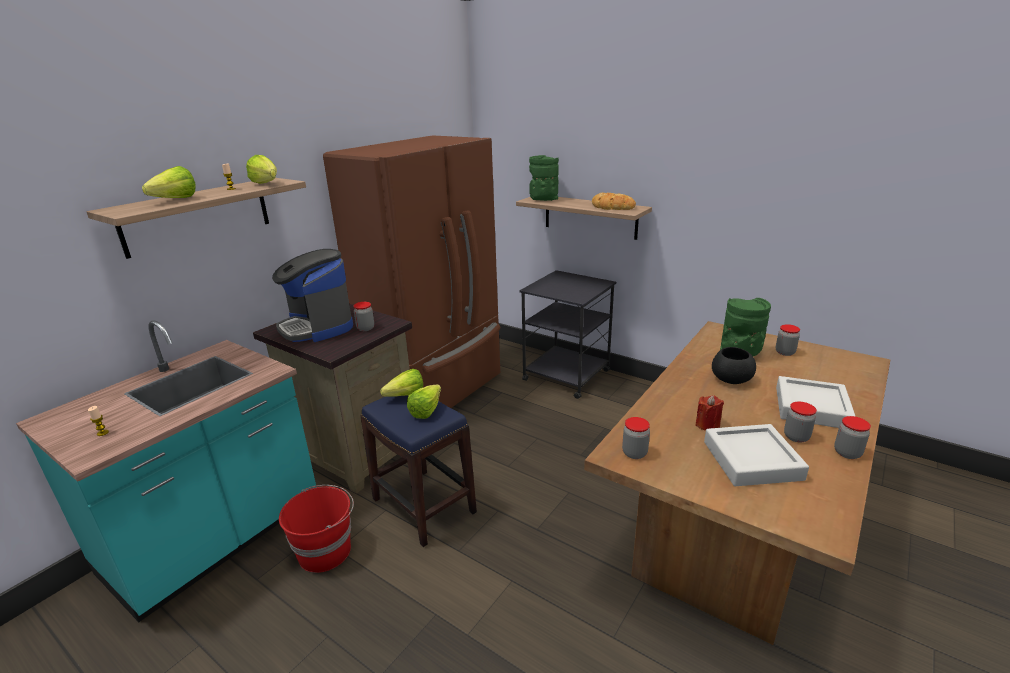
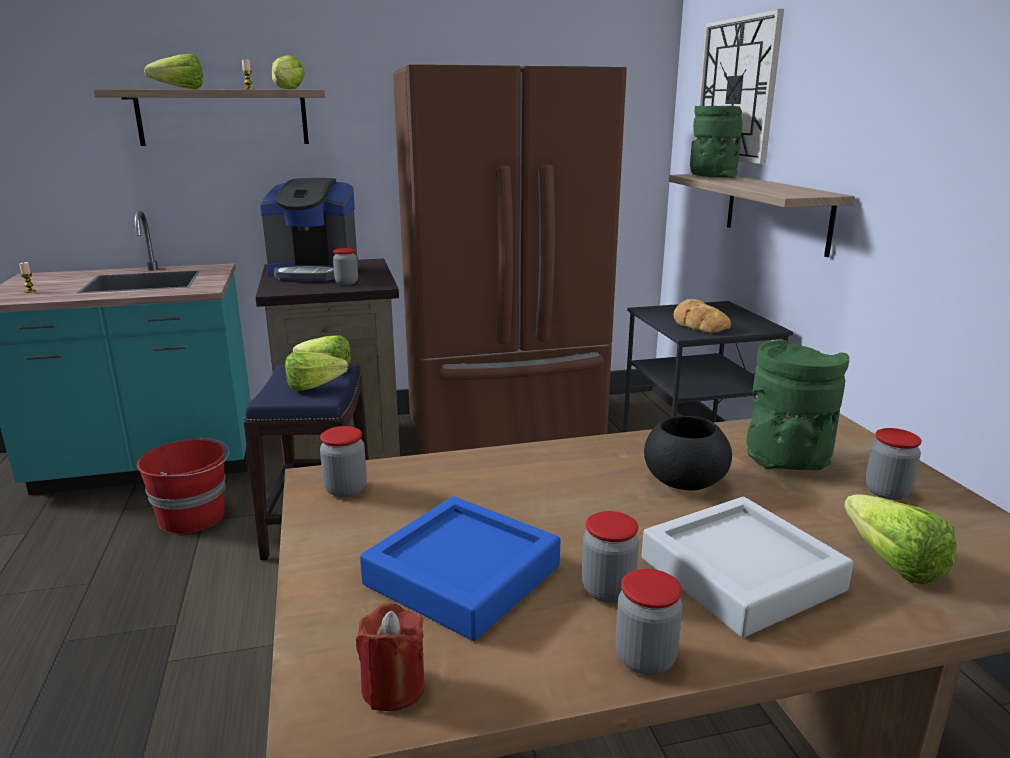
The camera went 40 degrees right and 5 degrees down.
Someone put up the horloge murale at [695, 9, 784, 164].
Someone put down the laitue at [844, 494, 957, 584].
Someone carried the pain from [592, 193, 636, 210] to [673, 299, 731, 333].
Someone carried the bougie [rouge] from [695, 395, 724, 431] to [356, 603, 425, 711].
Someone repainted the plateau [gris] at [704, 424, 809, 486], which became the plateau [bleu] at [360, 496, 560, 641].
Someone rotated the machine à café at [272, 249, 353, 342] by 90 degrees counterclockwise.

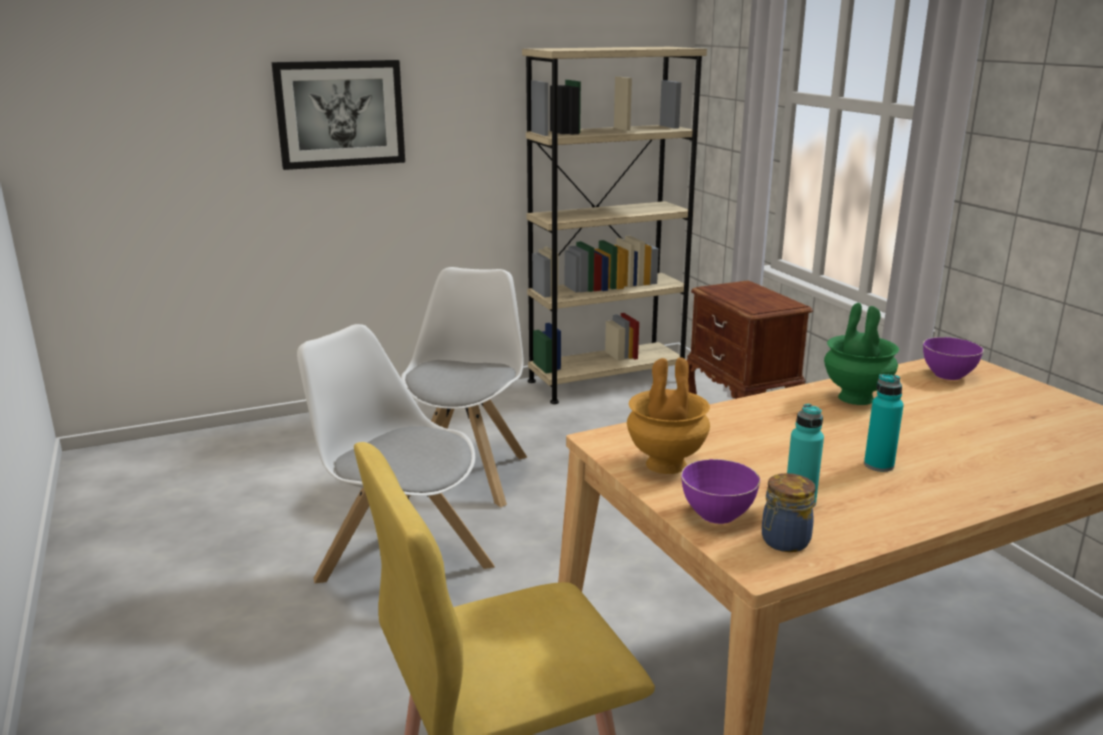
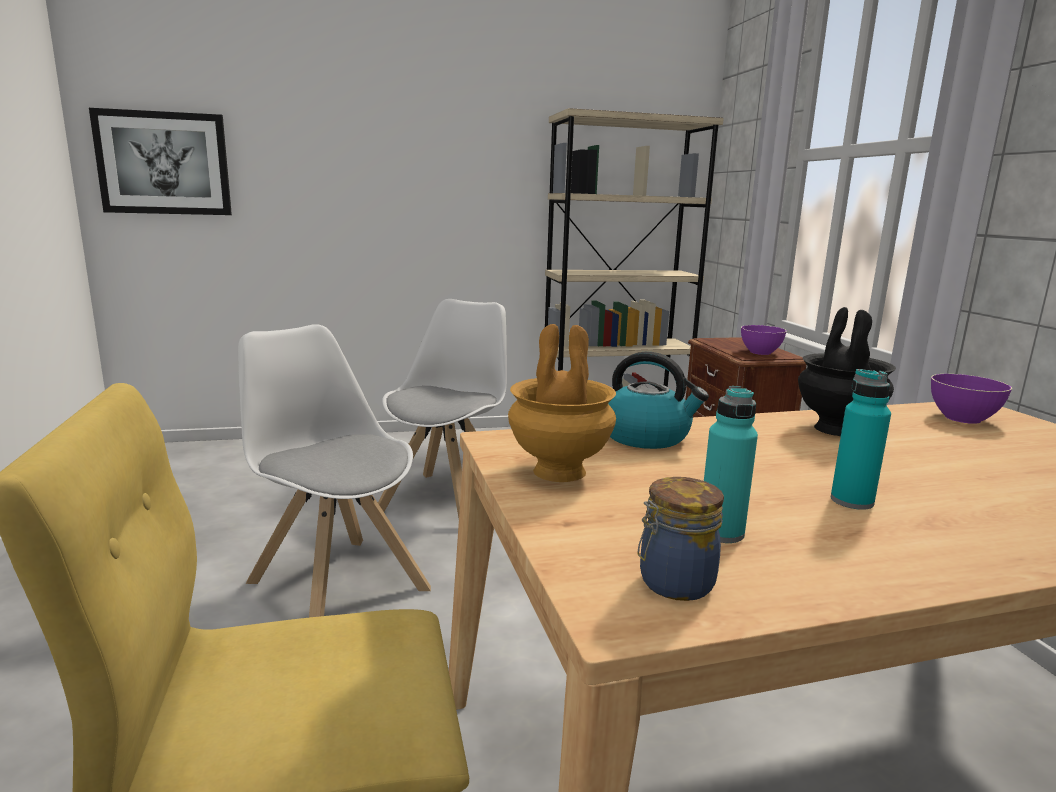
The camera went 10 degrees right and 5 degrees down.
Someone put down the bouilloire at [608, 352, 709, 449].
Someone carried the tableau from [271, 60, 405, 170] to [89, 108, 232, 215].
Someone carried the bol [violet] from [681, 459, 760, 524] to [741, 325, 787, 355].
Someone repainted the vase [vert] at [824, 303, 899, 405], which became the vase [noir] at [798, 307, 896, 436].

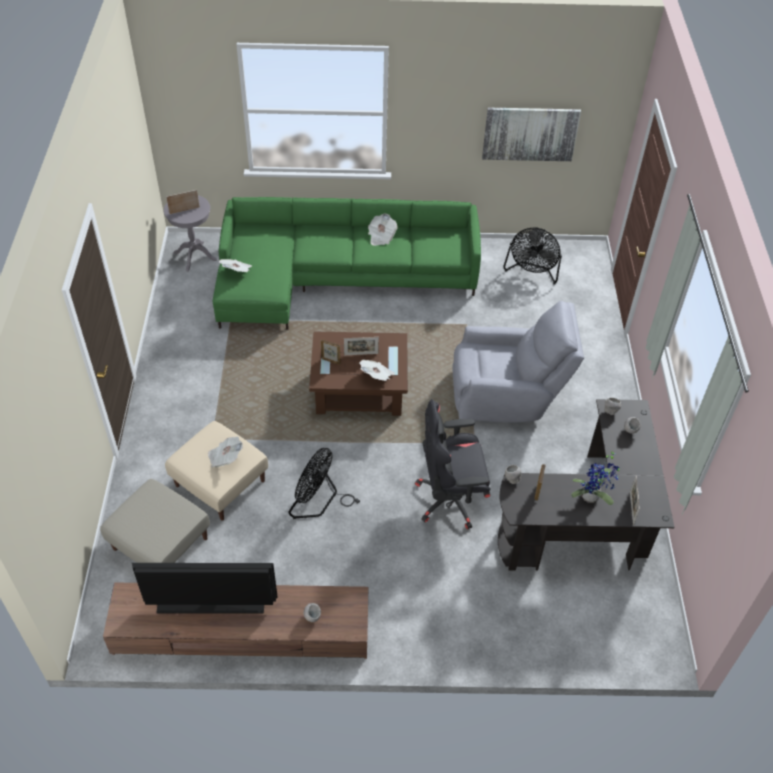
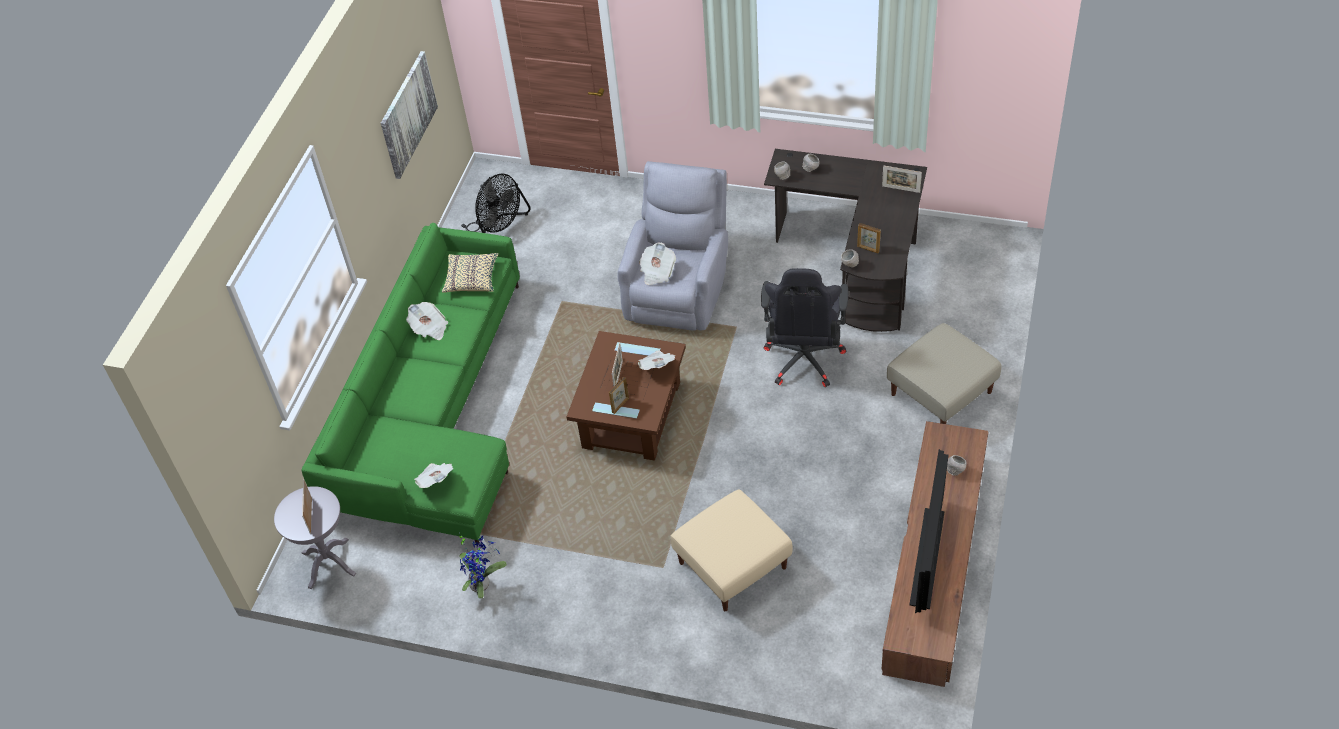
The camera went 70 degrees left and 0 degrees up.
Someone took away the ventilateur [noir] at [289, 448, 360, 519].
Someone put down the coussin [beige] at [442, 253, 498, 293].
Someone carried the pouf [beige] from [100, 479, 210, 563] to [887, 323, 1002, 424].
Someone carried the journal from [208, 437, 243, 468] to [639, 243, 676, 285].
Someone carried the plante en pot from [571, 450, 619, 505] to [459, 532, 507, 599].

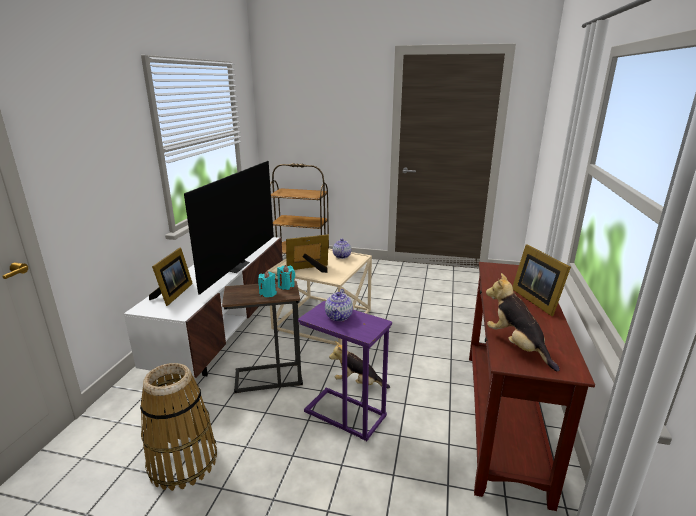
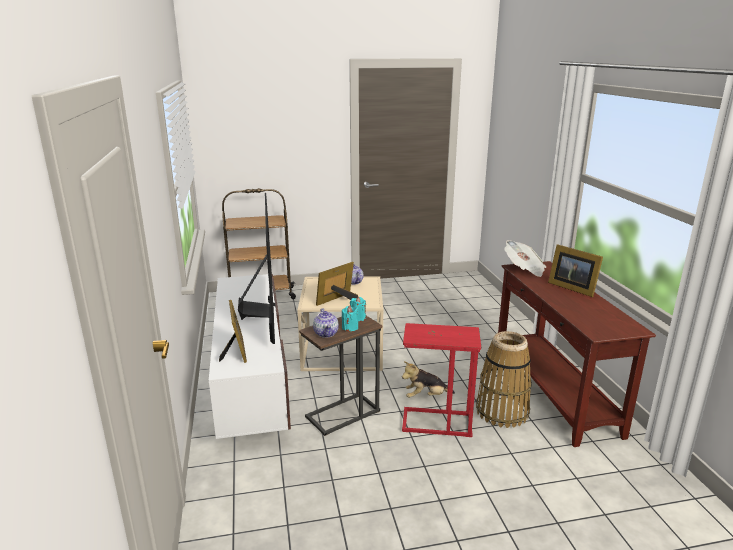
The camera went 25 degrees left and 0 degrees up.
Someone took away the peluche at [486, 273, 560, 372].
Someone put down the journal at [504, 240, 547, 277].
Someone carried the panier from [140, 363, 217, 491] to [476, 331, 532, 428].
Someone carried the théière from [325, 289, 353, 321] to [313, 309, 339, 338].
Someone repainted the table d'appoint [violet] at [298, 301, 392, 441], which became the table d'appoint [rouge] at [402, 323, 481, 437].

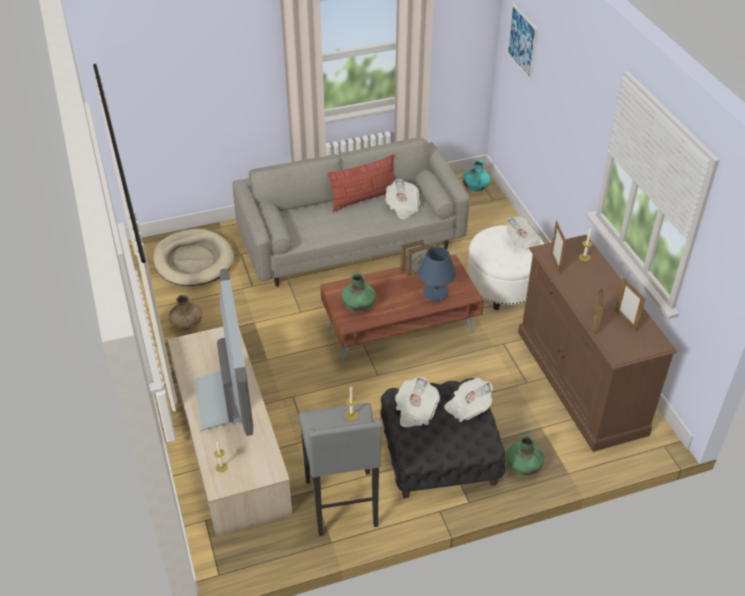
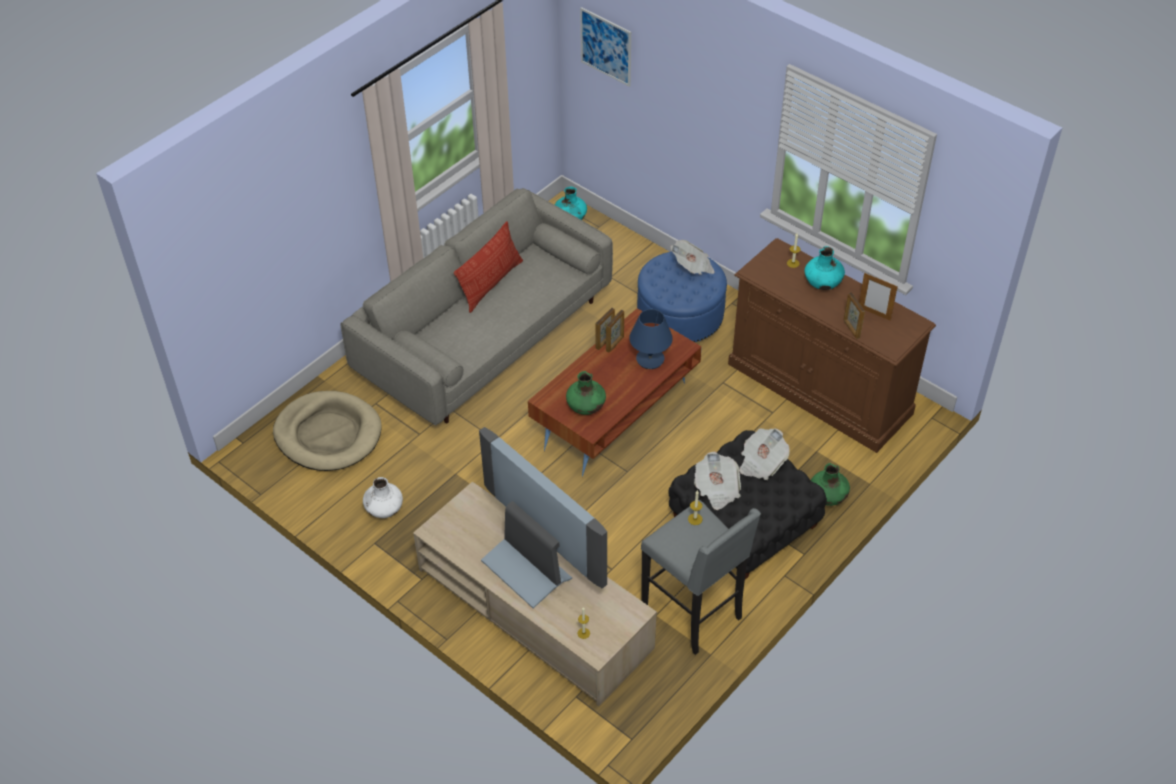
The camera went 30 degrees left and 5 degrees up.
Someone took away the journal at [385, 179, 420, 219].
Someone took away the cadre photo at [551, 220, 566, 274].
Someone put down the vase [turquoise] at [804, 246, 845, 290].
Someone repainted the vase [marron] at [169, 295, 202, 330], which became the vase [blanc] at [363, 477, 403, 518].
Someone repainted the pouf [blanc] at [467, 225, 544, 310], which became the pouf [bleu] at [637, 252, 727, 342].

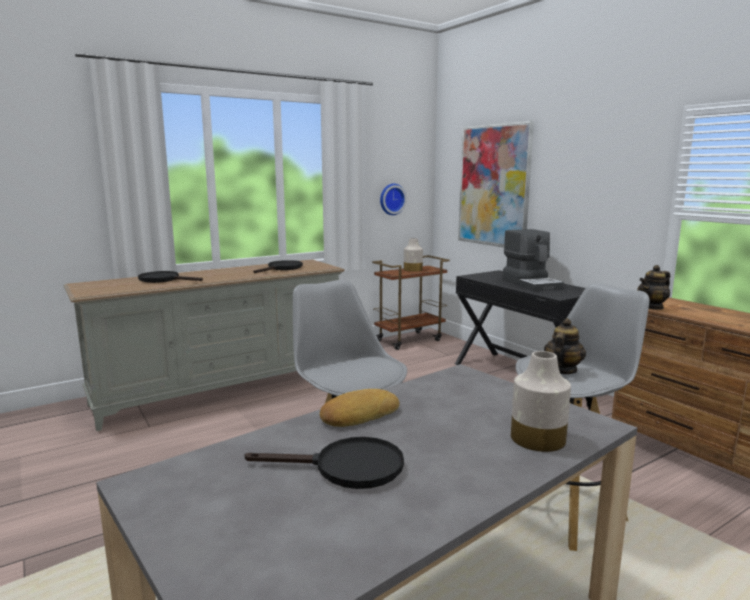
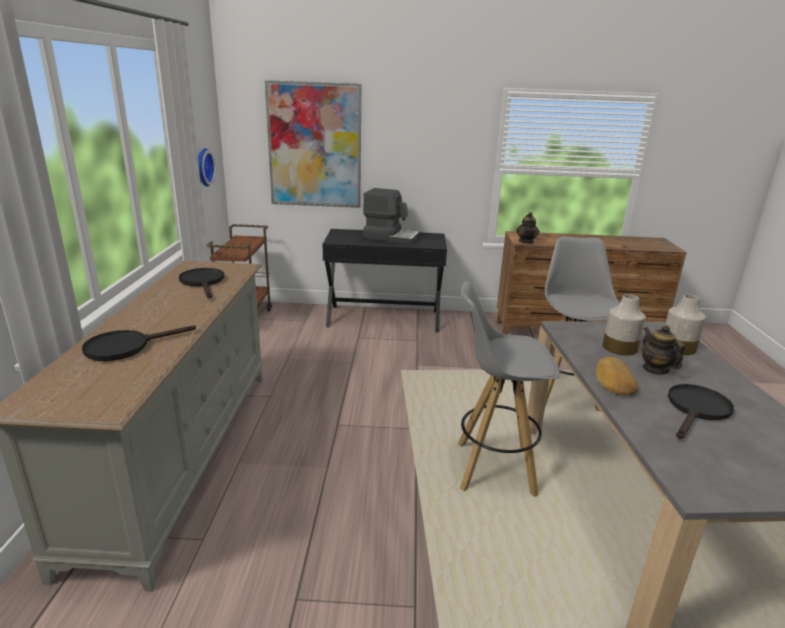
The camera went 55 degrees left and 10 degrees up.
Someone carried the vase [beige] from [404, 238, 423, 272] to [602, 294, 646, 355].
Someone carried the théière from [544, 318, 586, 374] to [642, 325, 685, 375].

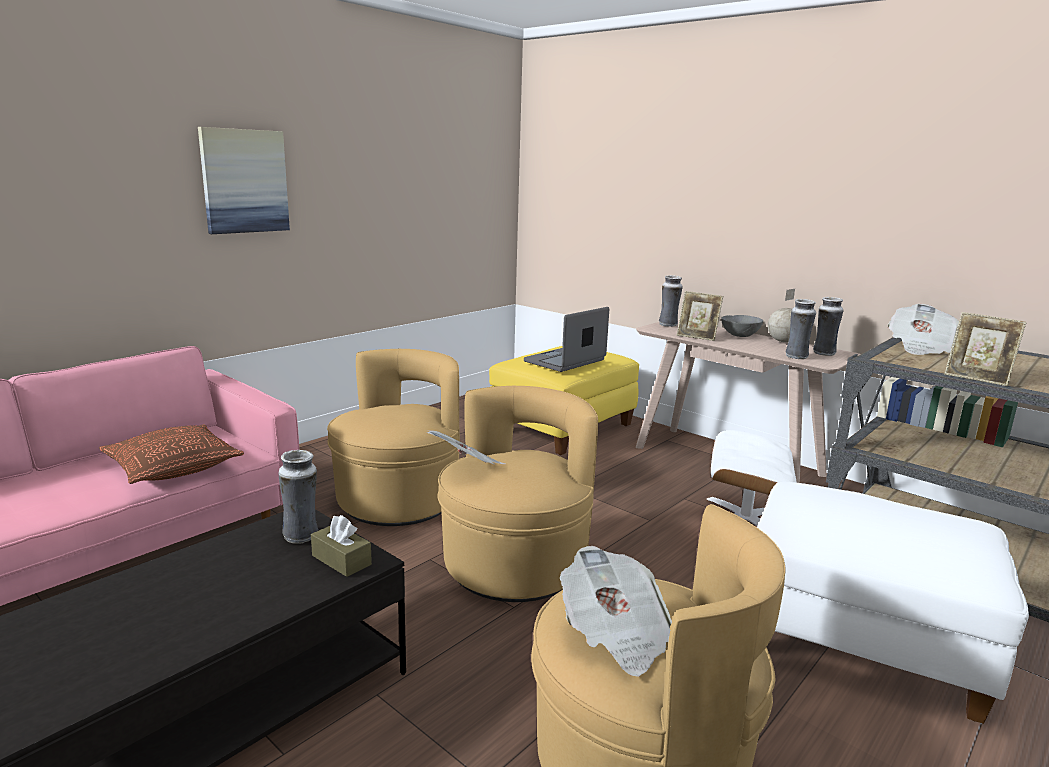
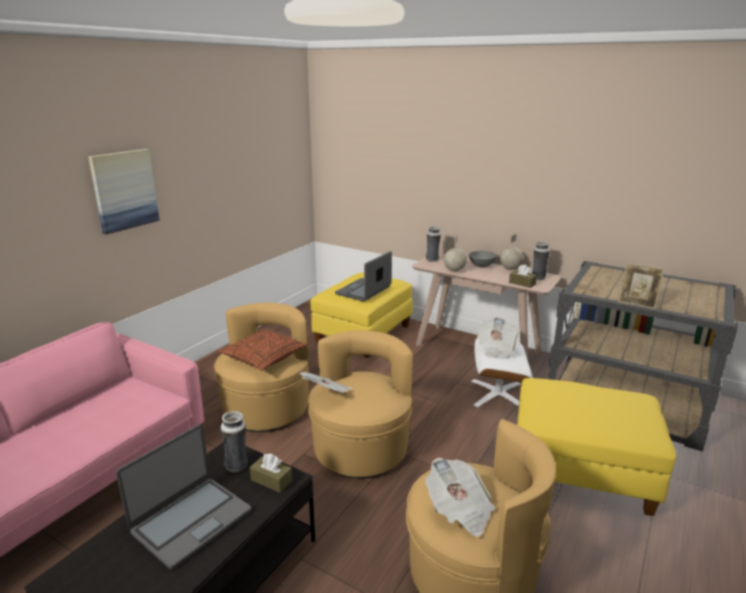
The camera went 10 degrees left and 5 degrees up.
Someone put down the ordinateur portable at [116, 424, 251, 570].
Someone carried the coussin [marron] from [99, 424, 244, 484] to [218, 328, 307, 371].
Someone carried the journal from [888, 304, 959, 355] to [476, 317, 519, 358].
Someone swapped the cadre photo at [676, 291, 723, 341] for the globe at [444, 235, 467, 271].
Someone swapped the vase at [785, 299, 816, 359] for the boîte à mouchoirs [marron] at [509, 265, 537, 288].
Someone repainted the pouf [blanc] at [757, 482, 1029, 724], which became the pouf [jaune] at [517, 378, 677, 516].

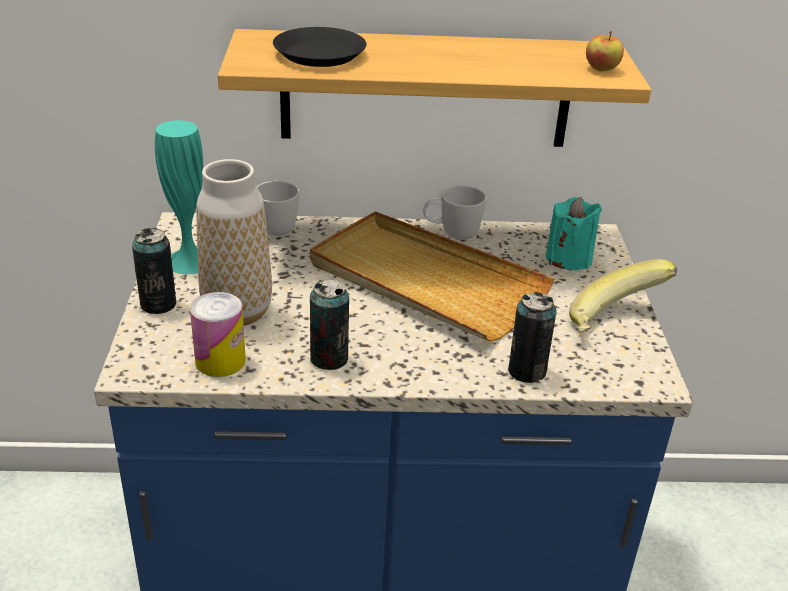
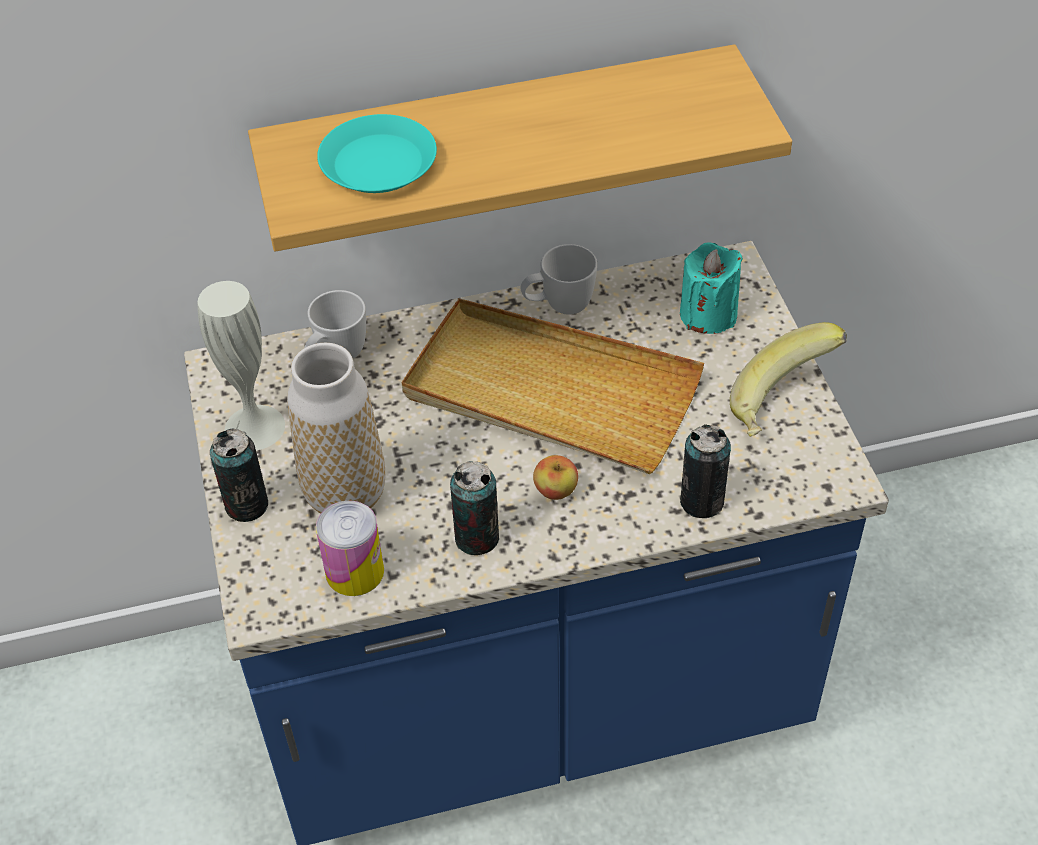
The camera went 10 degrees left and 15 degrees up.
Someone carried the pomme from [586, 31, 624, 71] to [533, 455, 578, 500].
Someone repainted the vase [turquoise] at [155, 120, 203, 274], which became the vase [blanc] at [198, 281, 285, 451].
Someone repainted the assiette [noir] at [273, 27, 367, 67], which became the assiette [turquoise] at [317, 114, 437, 193].

